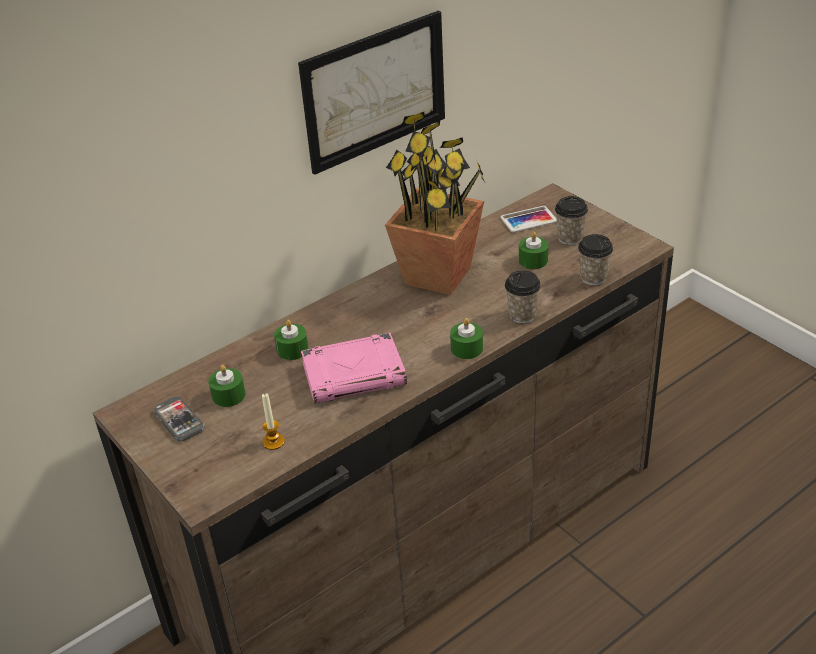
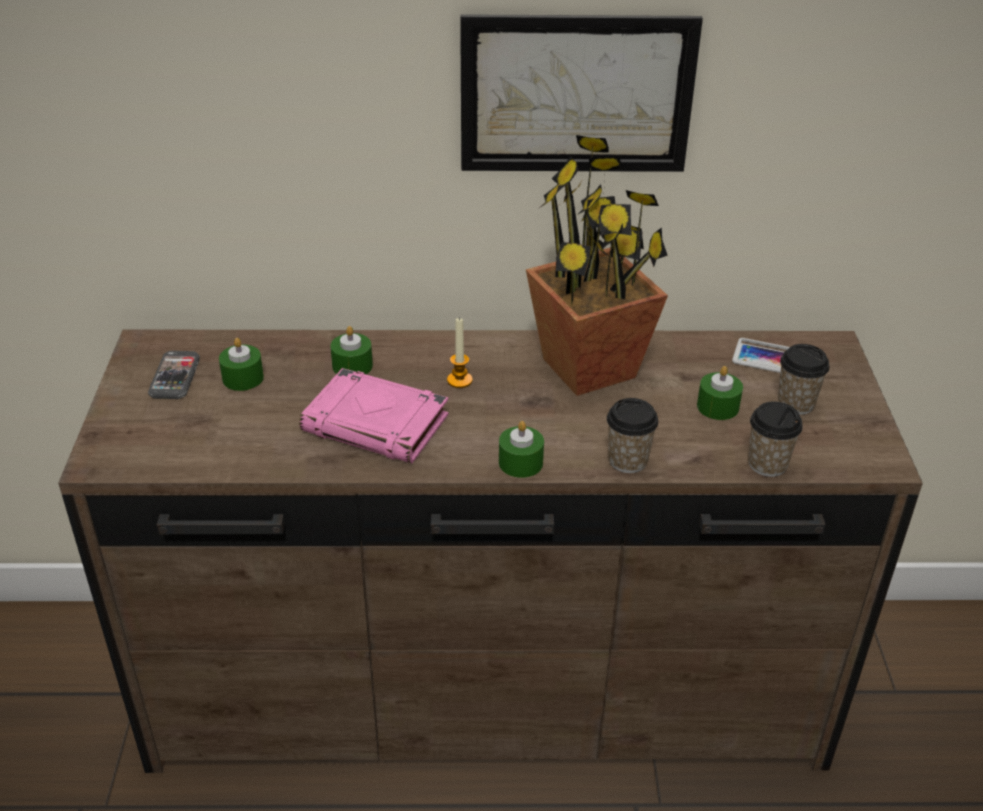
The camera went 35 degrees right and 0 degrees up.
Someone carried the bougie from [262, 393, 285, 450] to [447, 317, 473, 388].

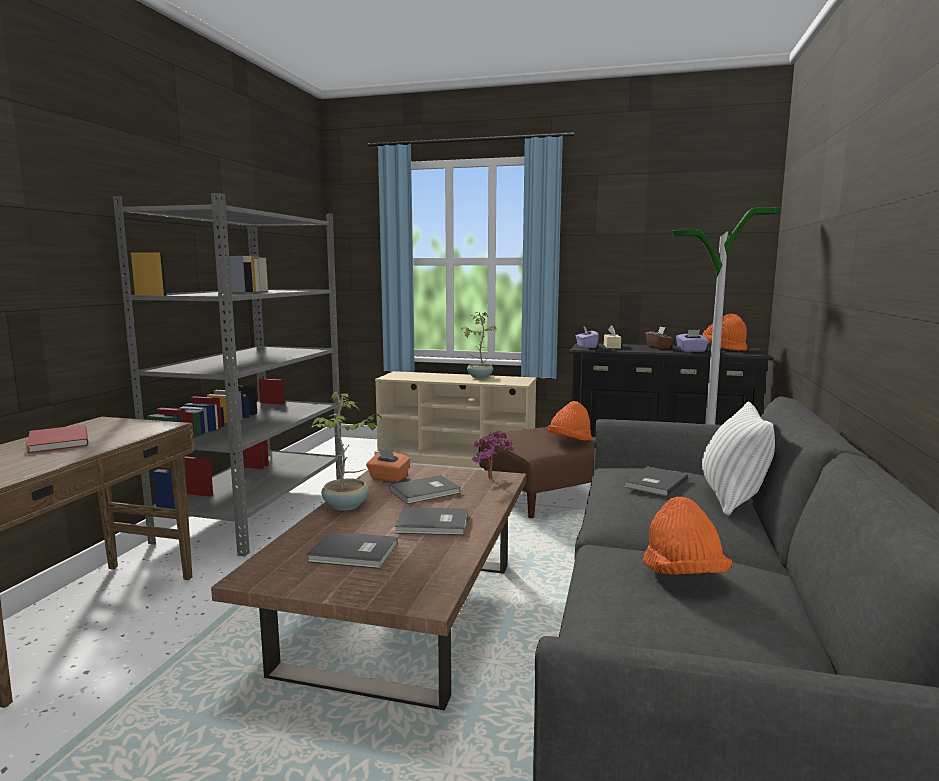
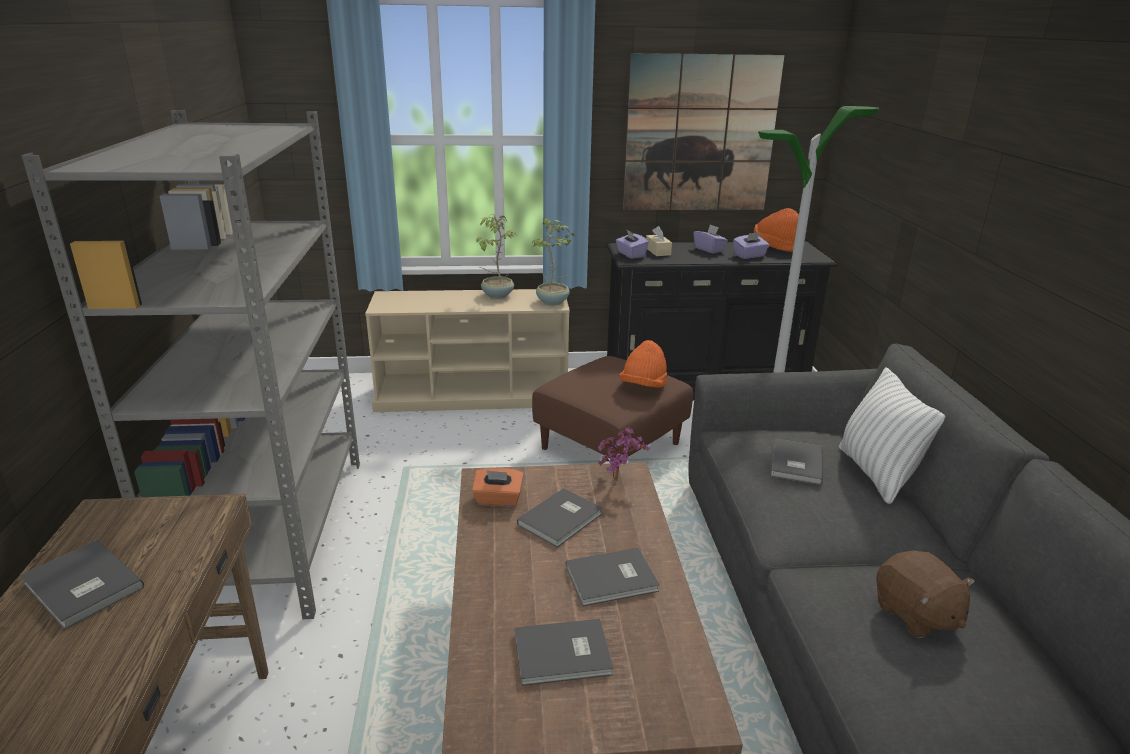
The camera went 20 degrees left and 15 degrees up.
Someone put up the tableau at [623, 53, 785, 210].
Someone carried the plante en pot from [312, 392, 381, 511] to [533, 219, 574, 305].
Someone swapped the chapeau [orange] at [643, 497, 732, 575] for the peluche [marron] at [876, 550, 975, 638].
Someone repainted the livre [rouge] at [27, 425, 88, 453], which became the livre [gris] at [20, 540, 144, 630].
Someone repainted the boîte à mouchoirs [marron] at [646, 327, 674, 349], which became the boîte à mouchoirs [violet] at [693, 224, 728, 253].

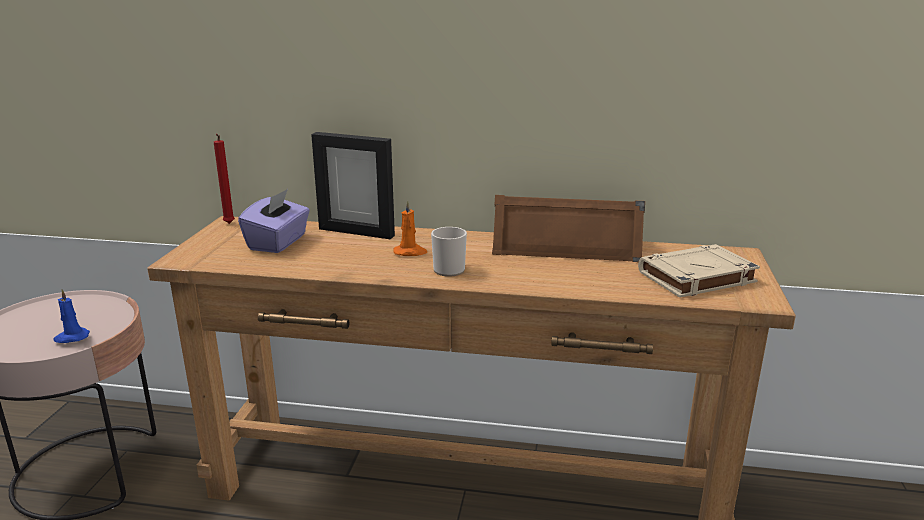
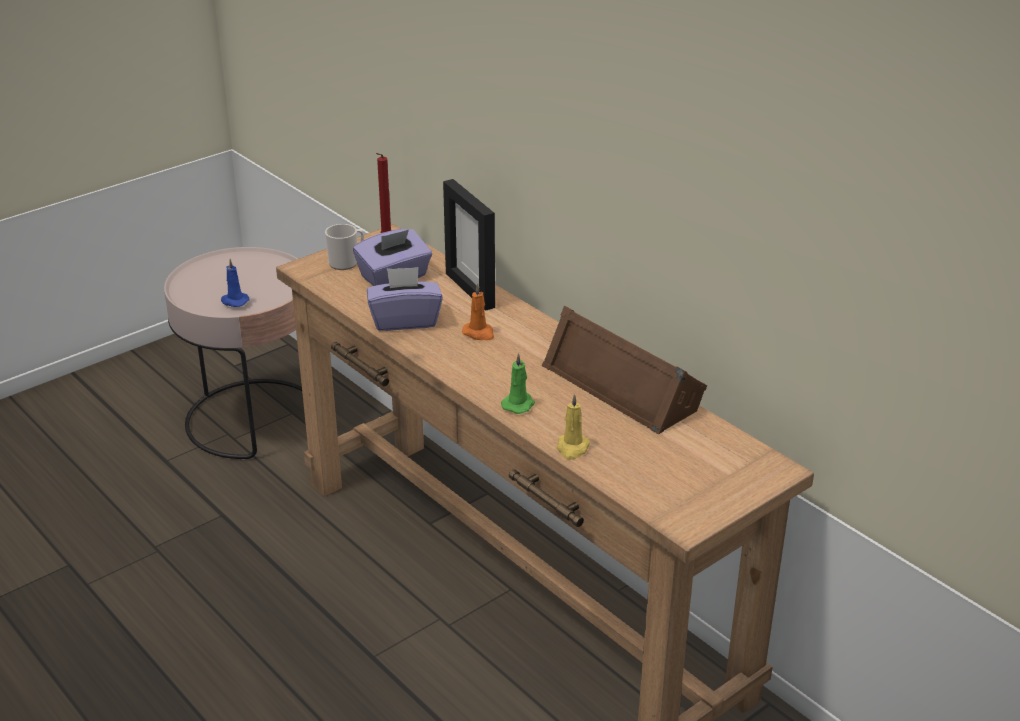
The camera went 40 degrees right and 10 degrees up.
Someone took away the livre [beige] at [638, 244, 760, 298].
Someone put down the boîte à mouchoirs [violet] at [367, 267, 443, 331].
Someone put down the bougie [vert] at [501, 353, 535, 414].
Someone put down the bougie [jaune] at [557, 394, 591, 460].
Someone carried the mug from [431, 227, 467, 277] to [325, 224, 364, 270].

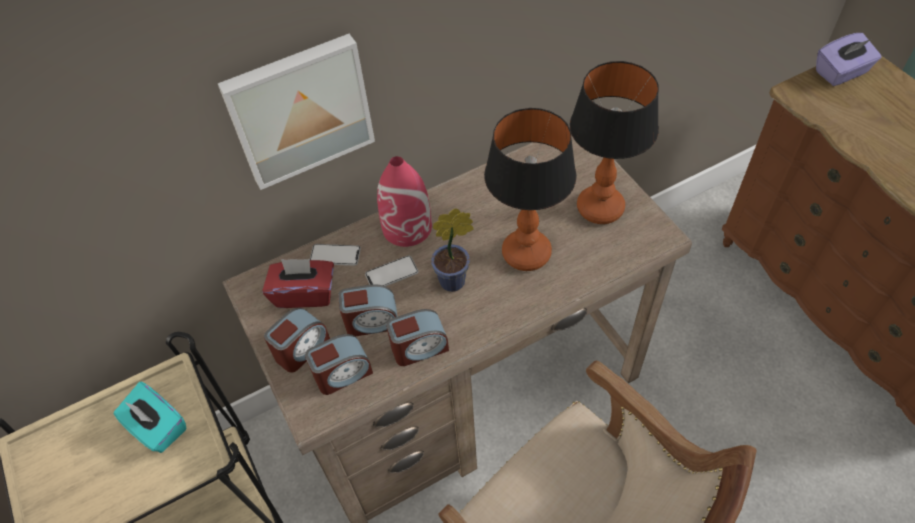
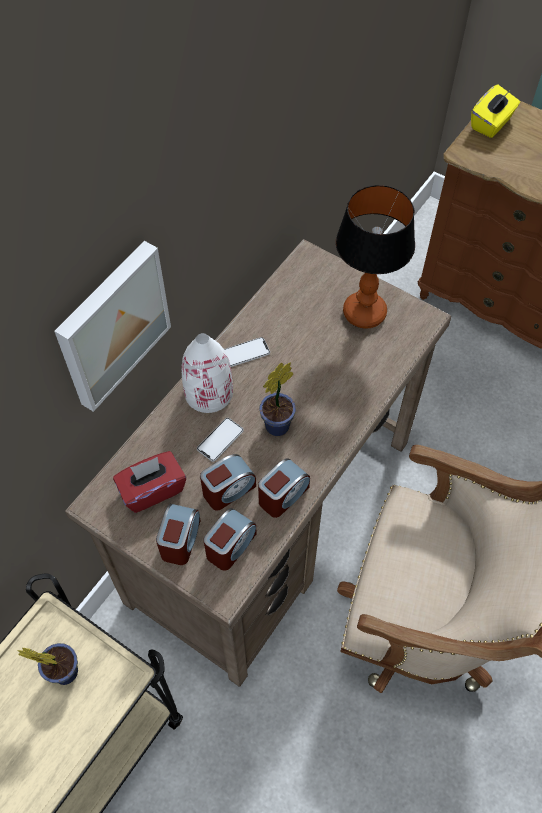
The camera went 30 degrees left and 5 degrees up.
Someone took away the lampe de table at [484, 108, 577, 271].
Someone carried the téléphone from [310, 244, 361, 266] to [224, 337, 270, 367].
Someone swapped the boîte à mouchoirs [turquoise] at [114, 381, 186, 453] for the plante en pot at [17, 643, 78, 685].
Someone repainted the vase [rouge] at [377, 156, 432, 247], which became the vase [blanc] at [181, 333, 233, 413].
Someone repainted the boîte à mouchoirs [violet] at [816, 33, 882, 86], which became the boîte à mouchoirs [jaune] at [471, 85, 520, 138].

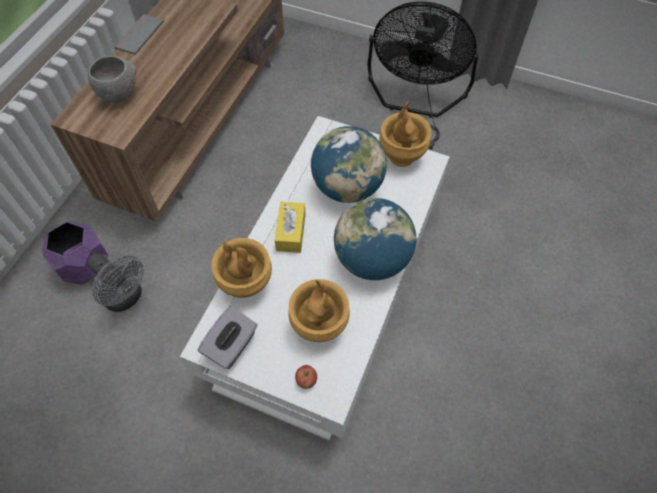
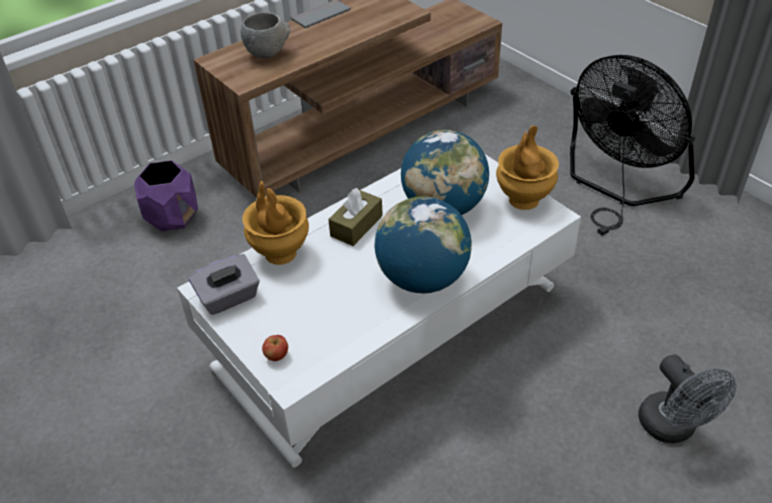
The camera went 30 degrees right and 15 degrees down.
Someone took away the vase [marron] at [289, 279, 350, 342].
Someone carried the ventilateur [gris] from [87, 253, 144, 312] to [638, 354, 736, 443].
Someone repainted the boîte à mouchoirs [jaune] at [274, 202, 306, 253], which became the boîte à mouchoirs [marron] at [328, 188, 383, 246].

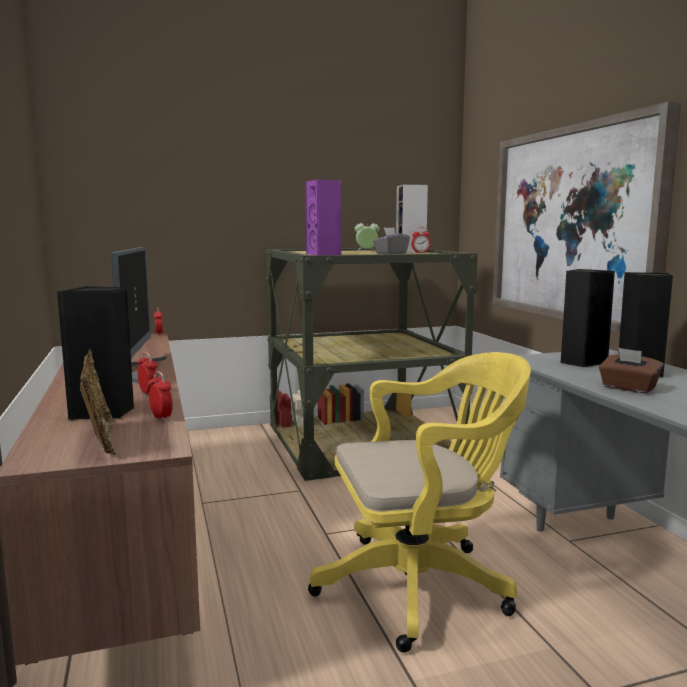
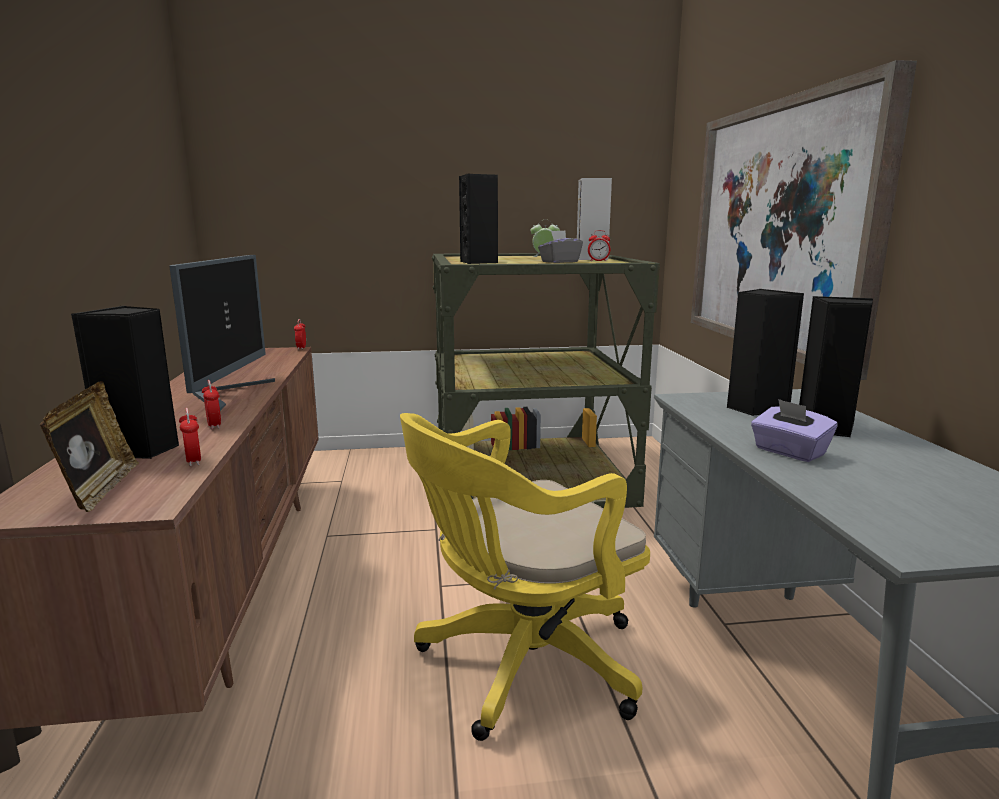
The camera went 10 degrees right and 5 degrees up.
Someone repainted the enceinte [violet] at [305, 179, 341, 255], which became the enceinte [noir] at [459, 174, 498, 264].
Someone repainted the boîte à mouchoirs [marron] at [599, 348, 663, 393], which became the boîte à mouchoirs [violet] at [751, 399, 838, 462].
Someone rotated the chaise de bureau [jaune] at [308, 352, 531, 653] by 150 degrees clockwise.

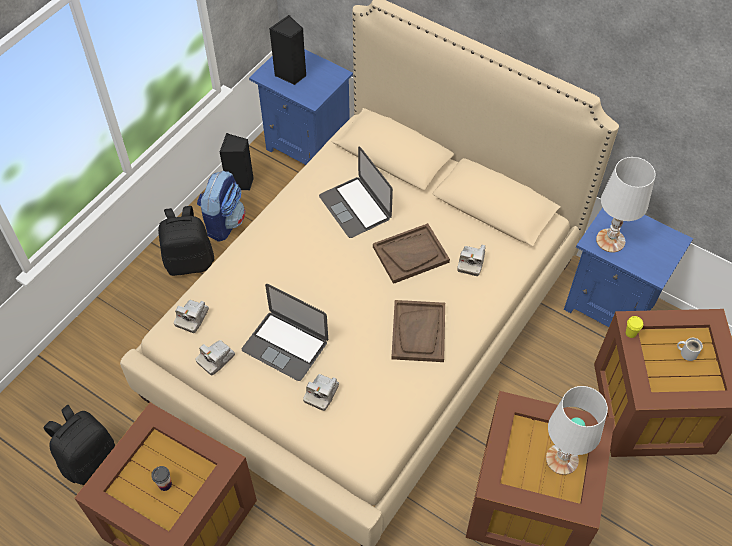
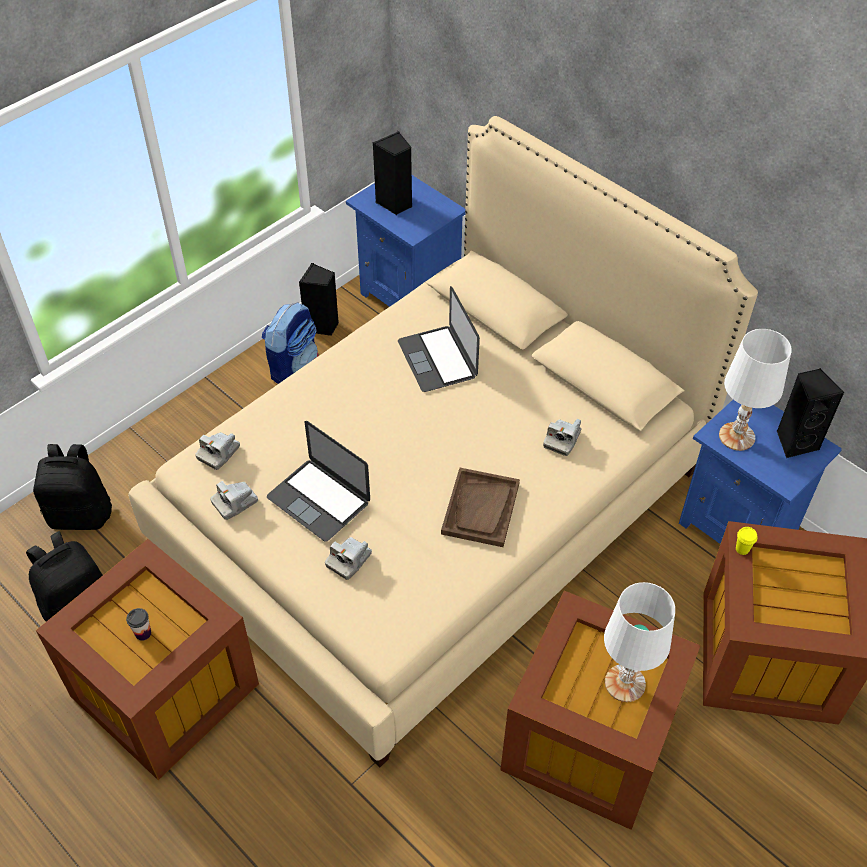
The camera went 10 degrees right and 5 degrees down.
Someone took away the plateau [marron] at [373, 223, 450, 284].
Someone took away the mug [blanc] at [677, 338, 703, 361].
Someone put down the enceinte [noir] at [777, 368, 844, 458].
Someone carried the sac à dos [noir] from [158, 206, 214, 276] to [33, 444, 112, 530].

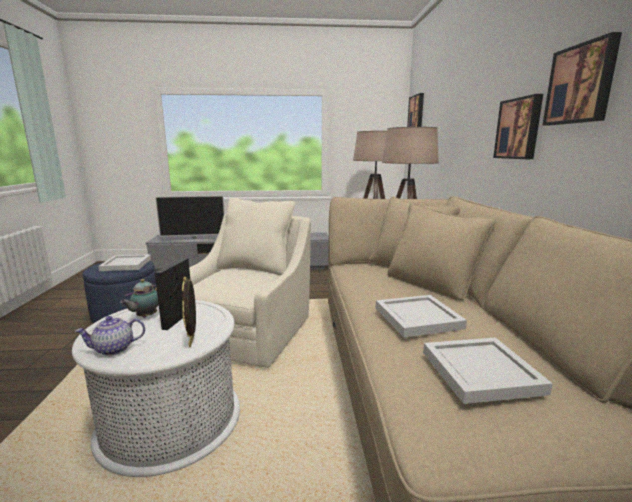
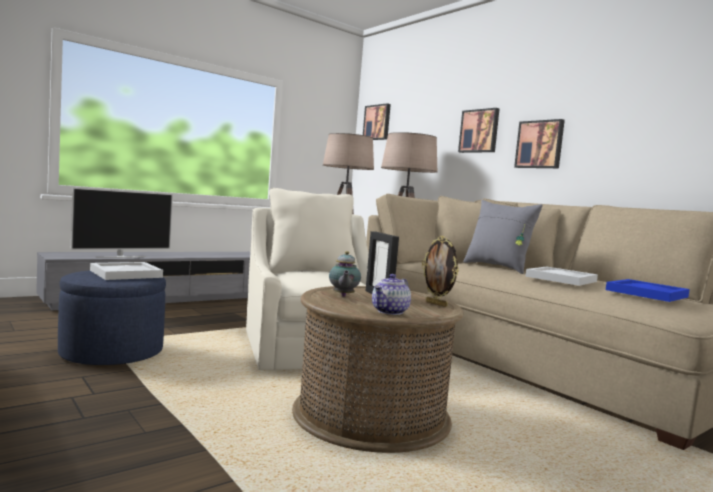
The camera went 35 degrees left and 10 degrees down.
Someone put down the coussin [gris] at [463, 200, 543, 274].
Someone carried the tableau from [543, 32, 622, 125] to [458, 108, 499, 153].
Someone repainted the table basse [blanc] at [72, 300, 240, 477], which became the table basse [marron] at [292, 286, 463, 453].
Someone repainted the plateau [blanc] at [423, 337, 553, 404], which became the plateau [bleu] at [606, 279, 690, 302].

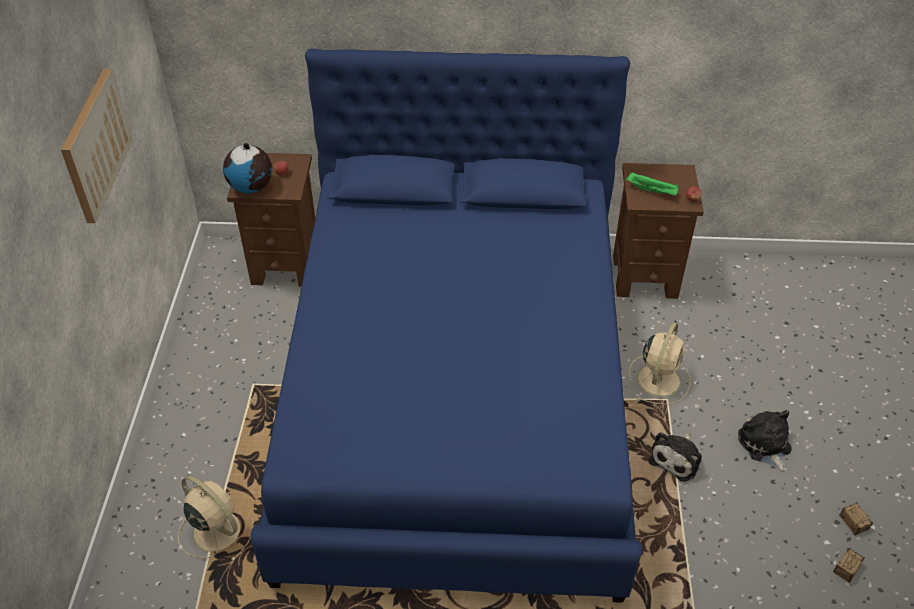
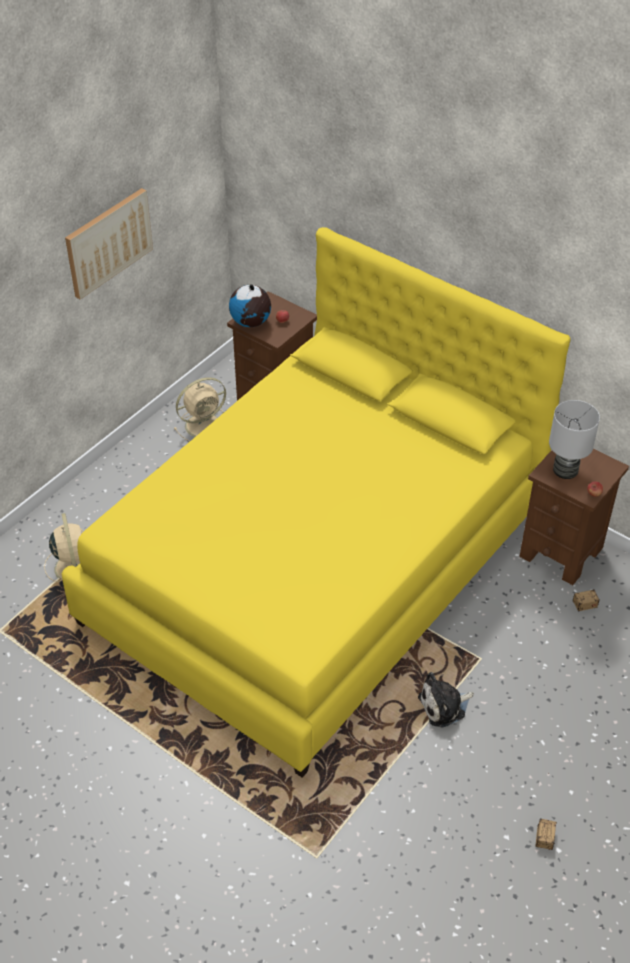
The camera went 35 degrees right and 0 degrees up.
Someone took away the peluche at [738, 410, 792, 473].
Someone carried the ventilateur [beige] from [629, 322, 690, 405] to [174, 377, 226, 442].
Someone carried the boîte de rangement from [833, 548, 864, 583] to [554, 590, 600, 611].
Someone swapped the plateau [vert] at [626, 172, 678, 196] for the lampe de table [gris] at [549, 400, 600, 479].
Someone repainted the lit [bleu] at [251, 48, 642, 603], which became the lit [jaune] at [62, 227, 570, 778].

